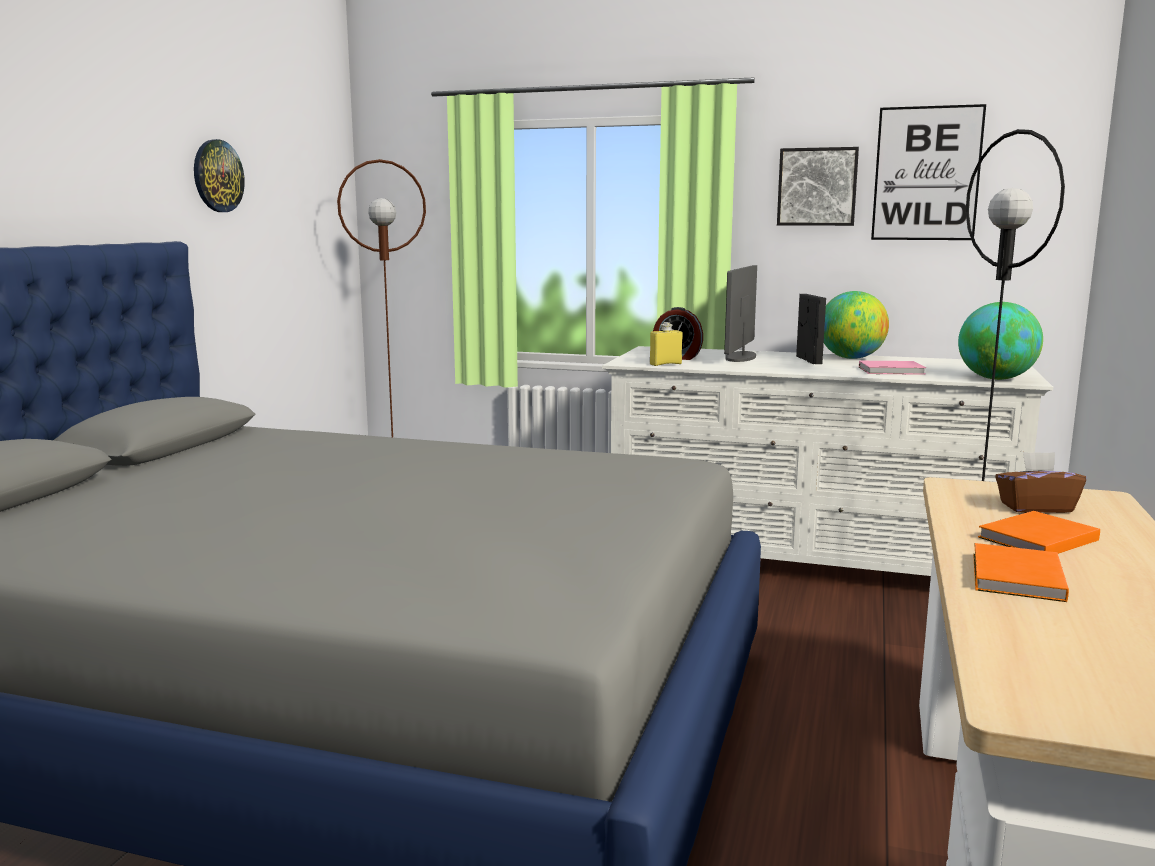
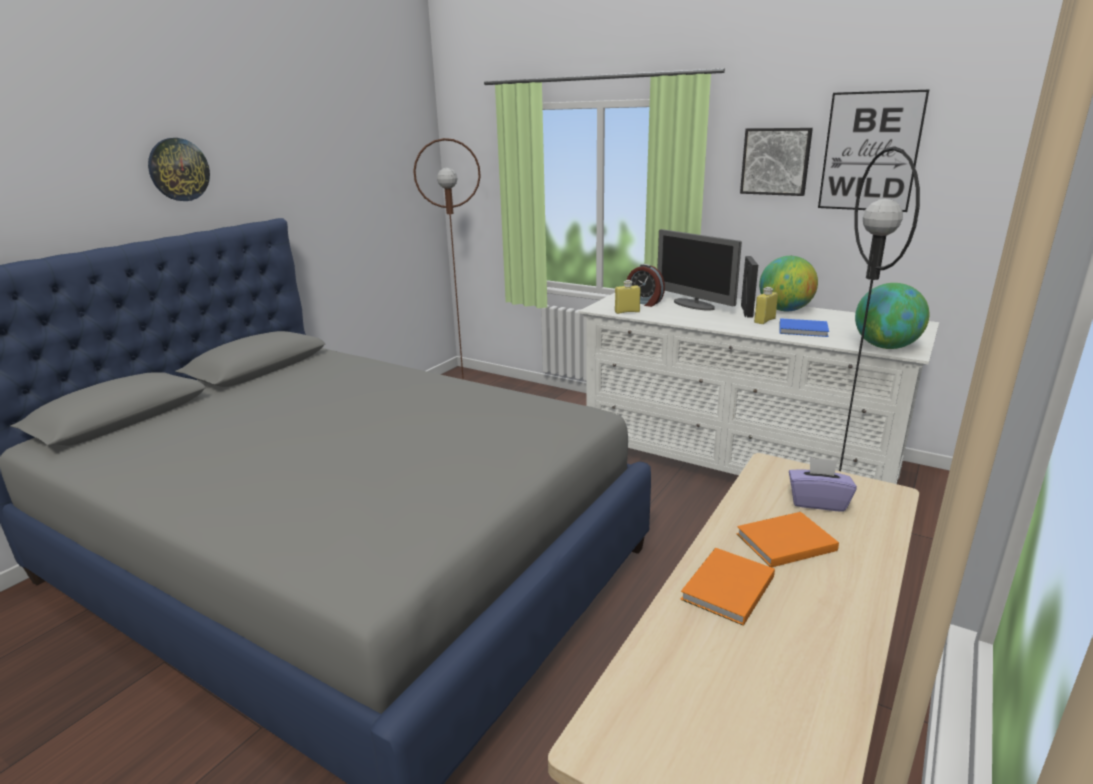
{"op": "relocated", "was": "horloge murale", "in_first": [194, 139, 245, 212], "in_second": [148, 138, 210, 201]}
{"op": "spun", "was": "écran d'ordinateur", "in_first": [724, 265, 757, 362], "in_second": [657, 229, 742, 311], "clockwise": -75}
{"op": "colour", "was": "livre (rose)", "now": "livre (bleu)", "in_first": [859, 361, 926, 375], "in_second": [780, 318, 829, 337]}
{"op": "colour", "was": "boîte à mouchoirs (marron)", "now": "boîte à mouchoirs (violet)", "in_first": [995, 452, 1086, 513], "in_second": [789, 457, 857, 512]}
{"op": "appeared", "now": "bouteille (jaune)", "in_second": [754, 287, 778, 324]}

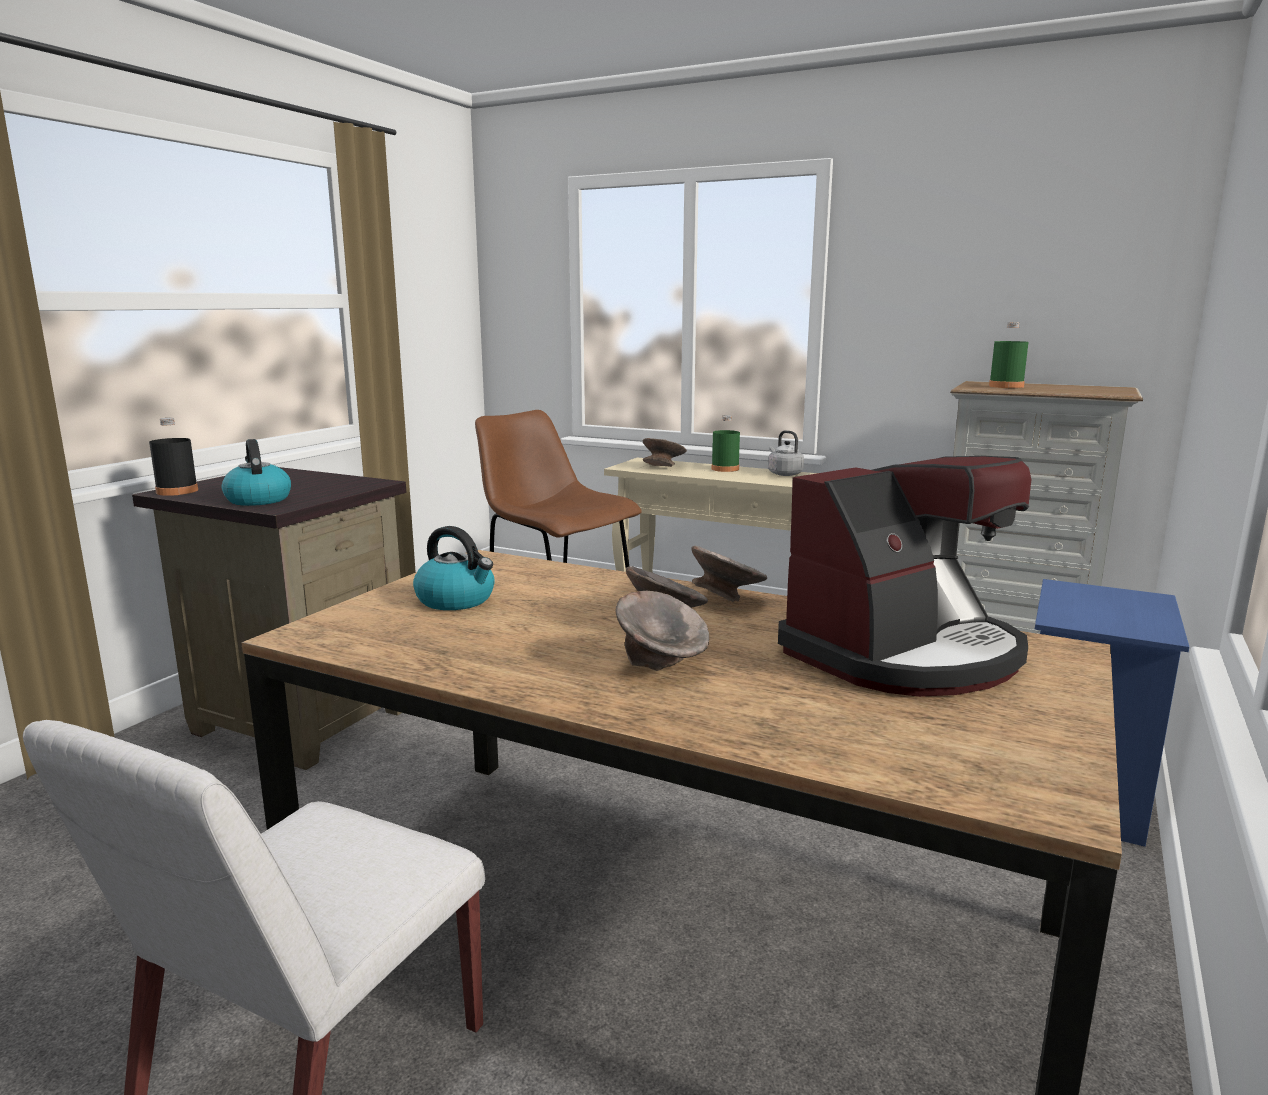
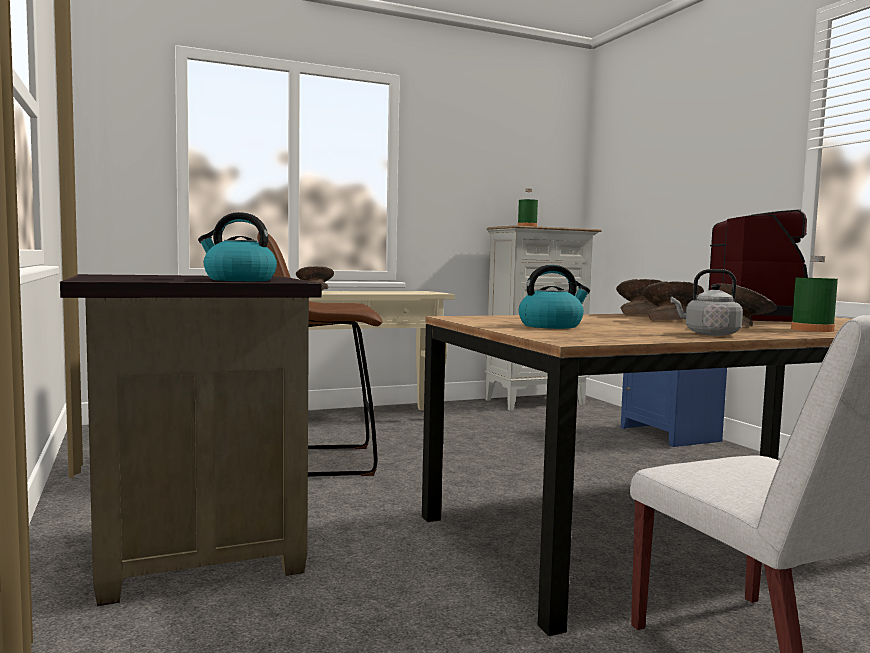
{"op": "relocated", "was": "bouteille (vert)", "in_first": [712, 415, 740, 472], "in_second": [791, 256, 838, 332]}
{"op": "missing", "was": "bouteille (noir)", "in_first": [149, 418, 198, 496]}
{"op": "relocated", "was": "bouilloire (gris)", "in_first": [768, 430, 804, 476], "in_second": [670, 269, 743, 336]}

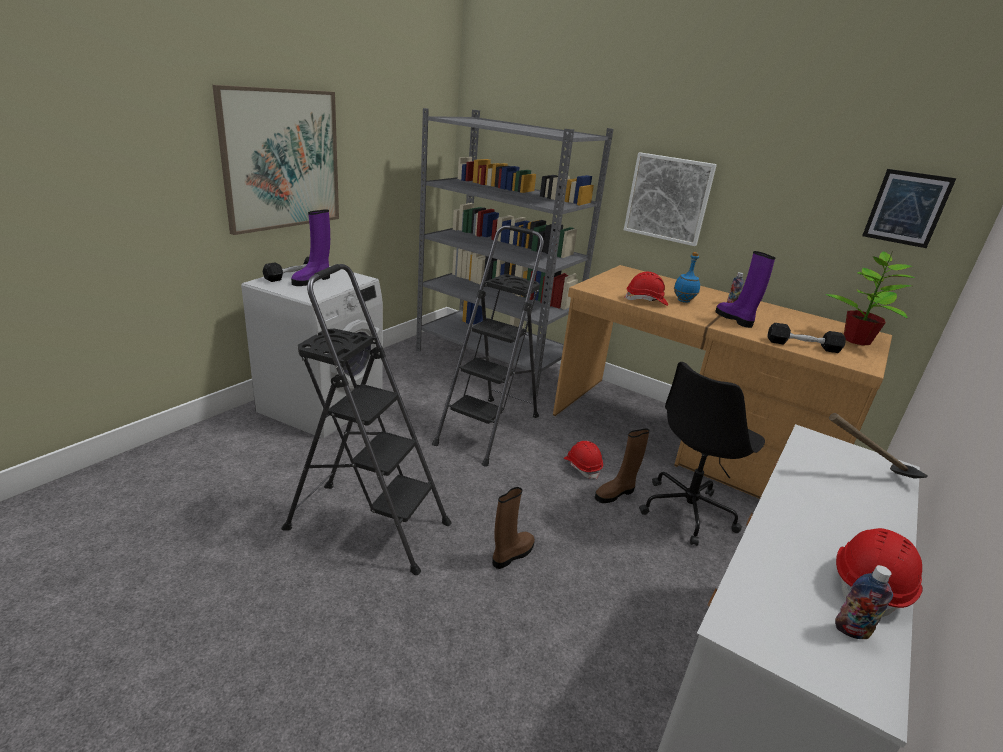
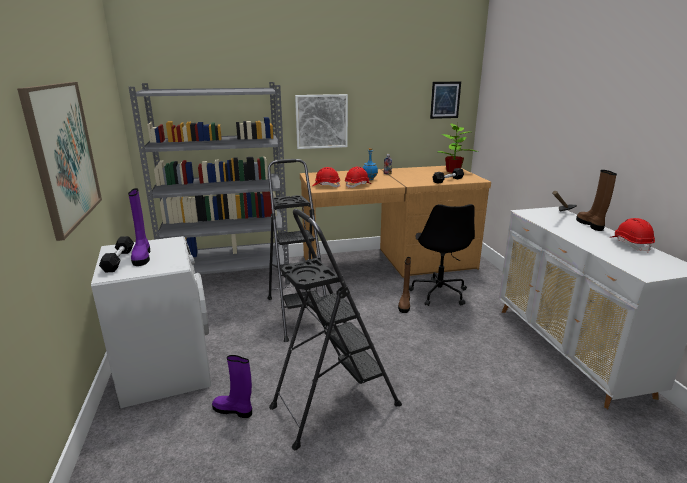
{"op": "relocated", "was": "botte (violet)", "in_first": [715, 251, 775, 328], "in_second": [212, 355, 252, 418]}
{"op": "relocated", "was": "casque de chantier (rouge)", "in_first": [564, 441, 603, 479], "in_second": [312, 167, 341, 187]}
{"op": "relocated", "was": "botte (marron)", "in_first": [492, 487, 535, 569], "in_second": [576, 170, 617, 231]}
{"op": "missing", "was": "bouteille", "in_first": [835, 565, 893, 639]}

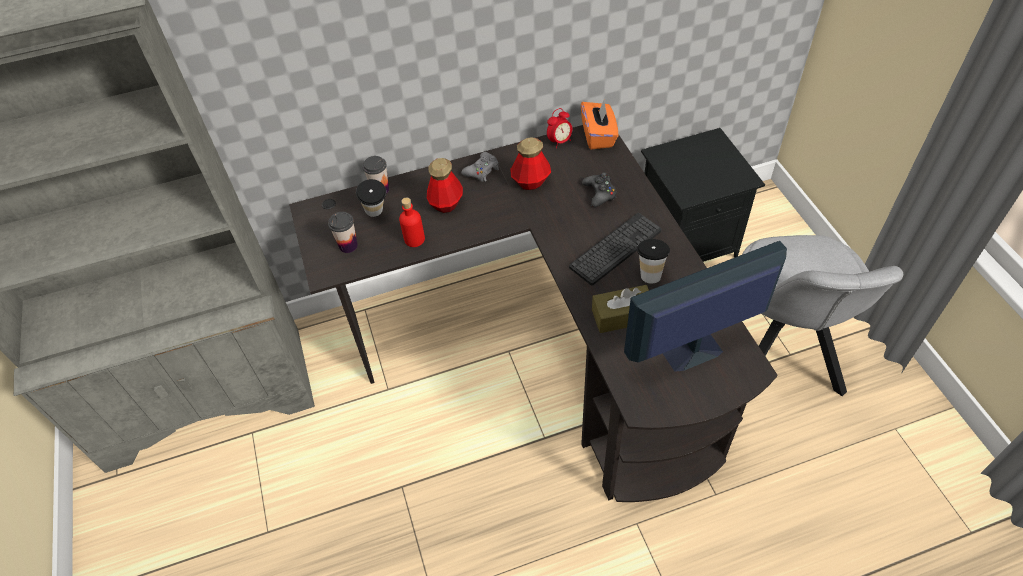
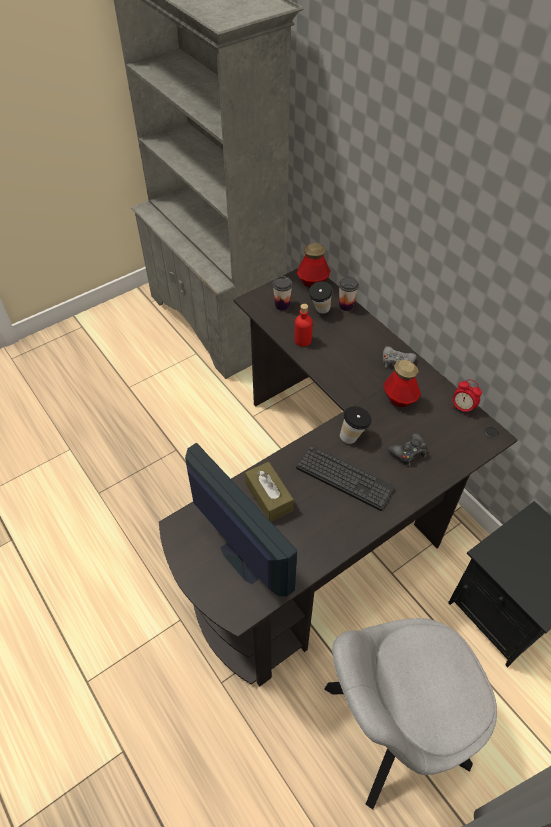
{"op": "missing", "was": "boîte à mouchoirs (orange)", "in_first": [581, 101, 618, 149]}
{"op": "relocated", "was": "bouteille", "in_first": [427, 158, 463, 213], "in_second": [297, 243, 330, 287]}
{"op": "relocated", "was": "tasse", "in_first": [637, 239, 670, 283], "in_second": [340, 406, 372, 444]}

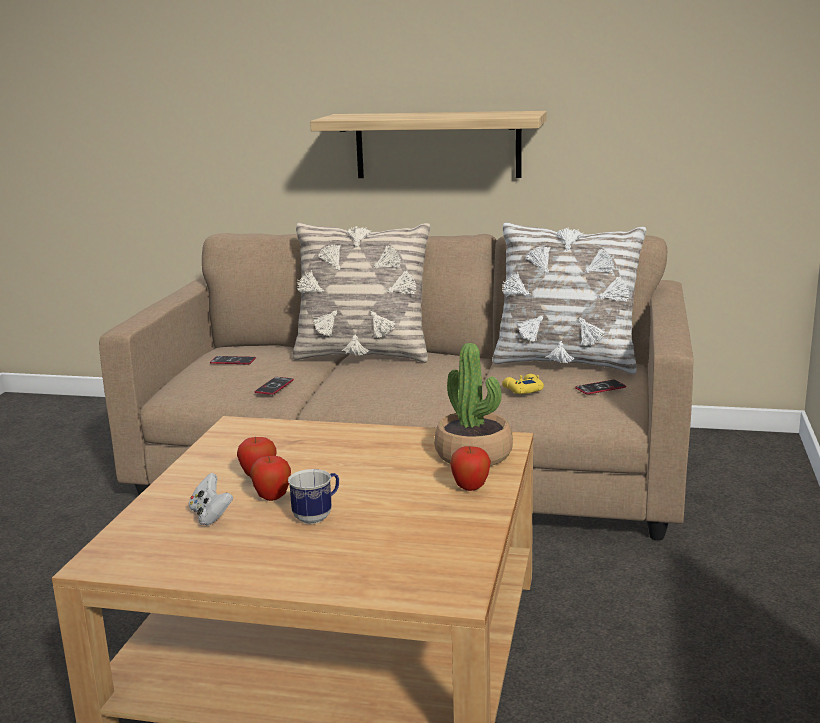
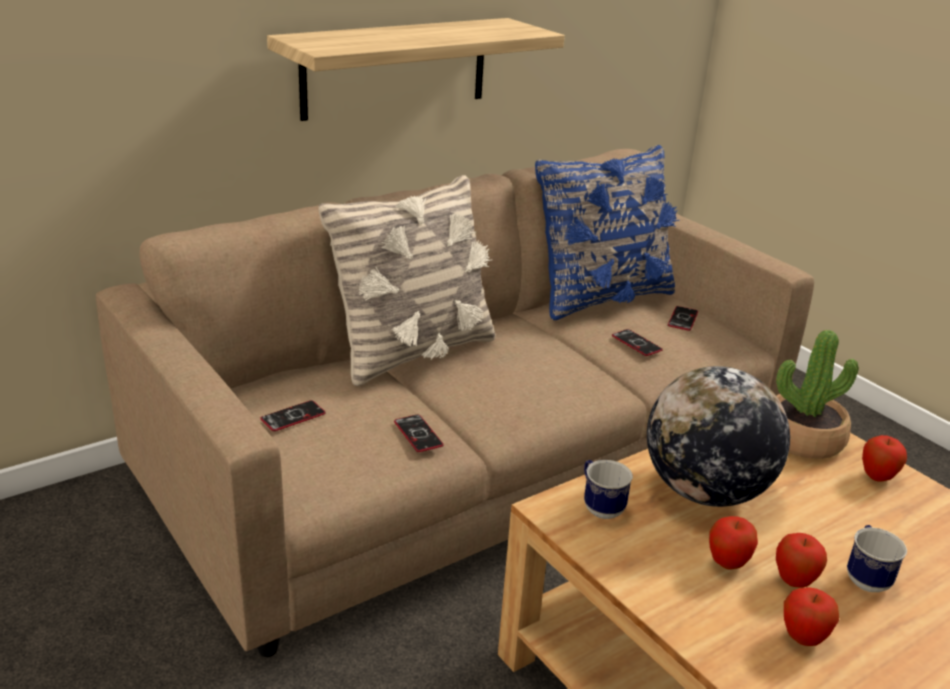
{"op": "colour", "was": "coussin (blanc)", "now": "coussin (bleu)", "in_first": [492, 222, 646, 374], "in_second": [535, 145, 680, 320]}
{"op": "exchanged", "was": "manette (jaune)", "now": "téléphone", "in_first": [502, 374, 544, 394], "in_second": [612, 329, 663, 356]}
{"op": "exchanged", "was": "manette (blanc)", "now": "pomme", "in_first": [189, 473, 233, 525], "in_second": [784, 588, 839, 646]}
{"op": "appeared", "now": "globe", "in_second": [647, 366, 790, 507]}
{"op": "appeared", "now": "mug", "in_second": [584, 460, 633, 519]}

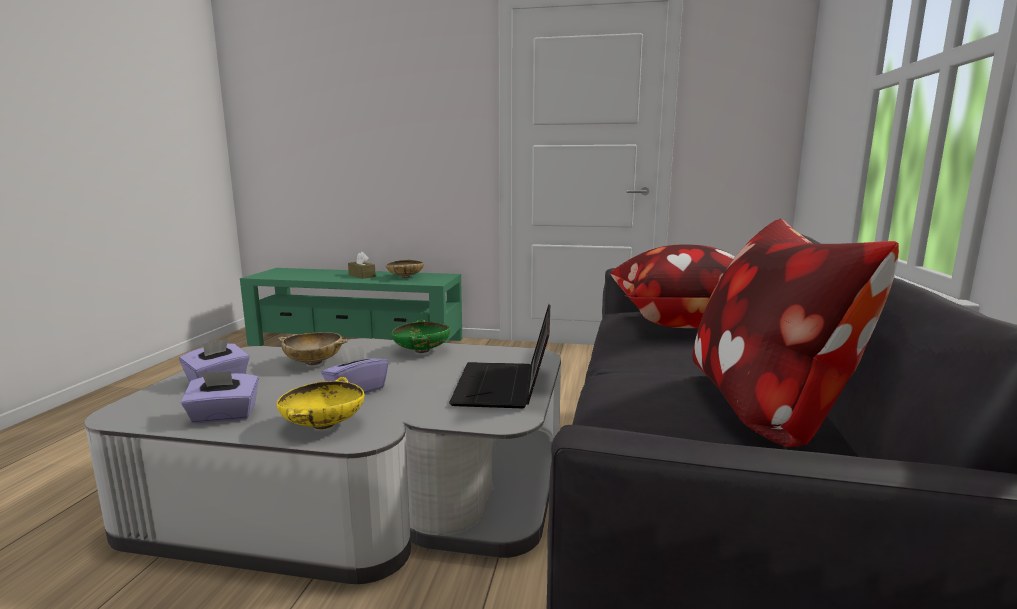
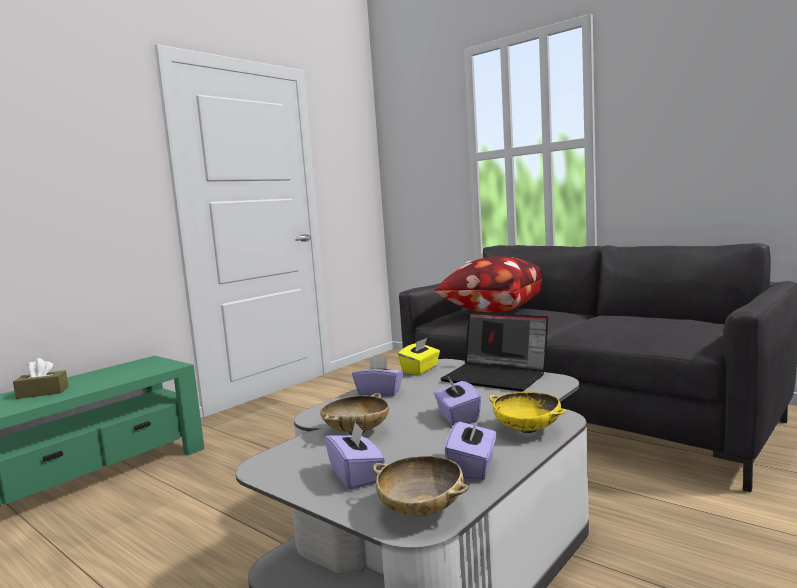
{"op": "missing", "was": "coussin", "in_first": [693, 219, 899, 447]}
{"op": "relocated", "was": "bol (beige)", "in_first": [386, 259, 424, 278], "in_second": [373, 456, 469, 516]}
{"op": "exchanged", "was": "bol (vert)", "now": "boîte à mouchoirs (violet)", "in_first": [391, 319, 450, 353], "in_second": [352, 357, 403, 396]}
{"op": "appeared", "now": "boîte à mouchoirs (jaune)", "in_second": [398, 338, 440, 375]}

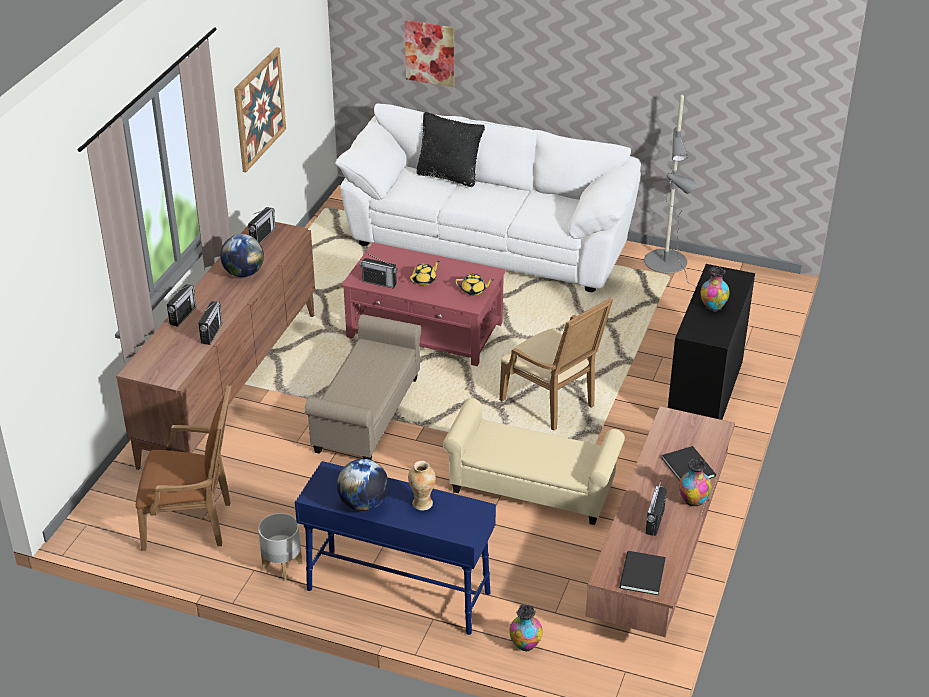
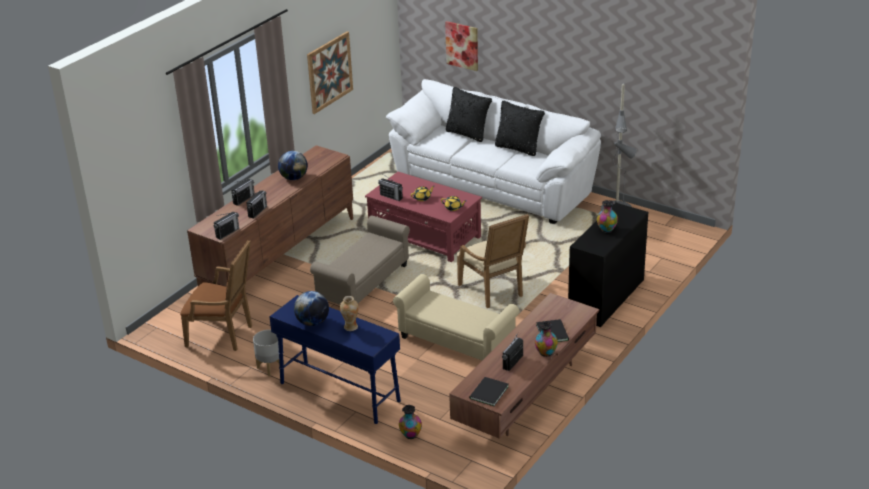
{"op": "relocated", "was": "radio", "in_first": [248, 207, 276, 243], "in_second": [214, 212, 239, 240]}
{"op": "appeared", "now": "coussin (noir)", "in_second": [495, 100, 545, 156]}

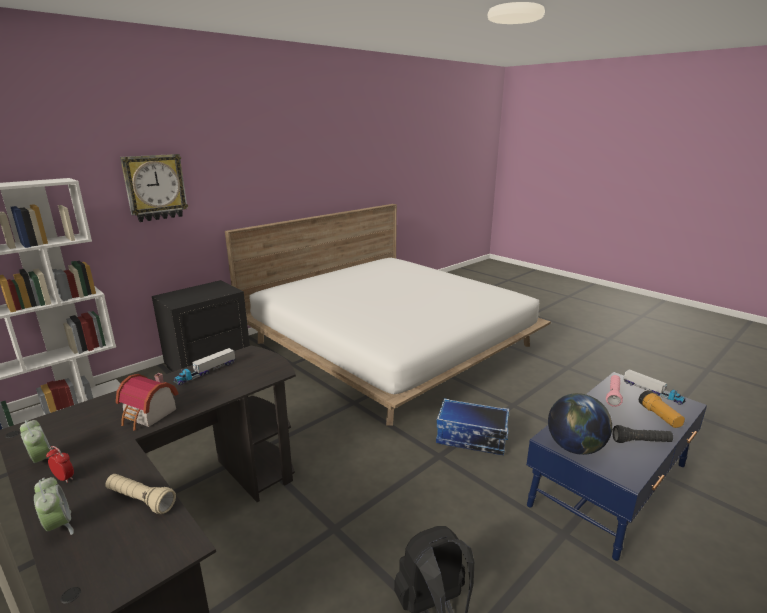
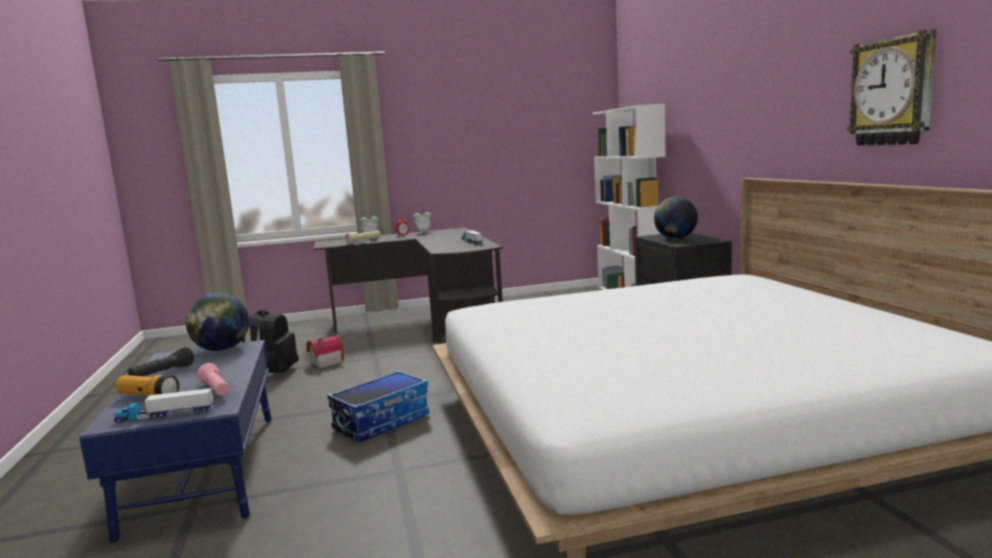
{"op": "relocated", "was": "horloge murale", "in_first": [120, 154, 188, 222], "in_second": [847, 29, 937, 146]}
{"op": "relocated", "was": "maison miniature", "in_first": [116, 373, 179, 431], "in_second": [306, 334, 344, 368]}
{"op": "appeared", "now": "globe", "in_second": [654, 197, 698, 239]}

